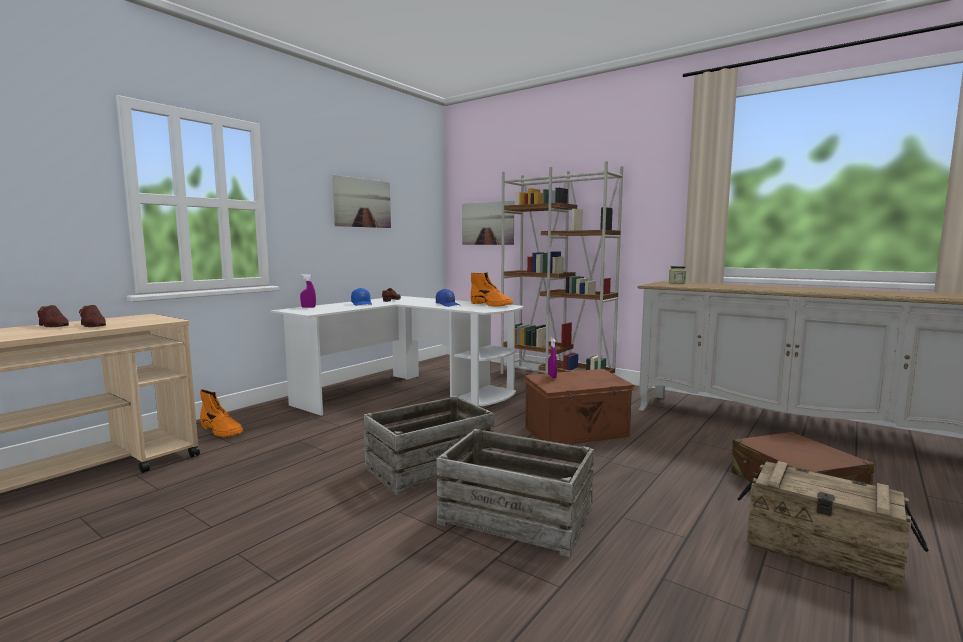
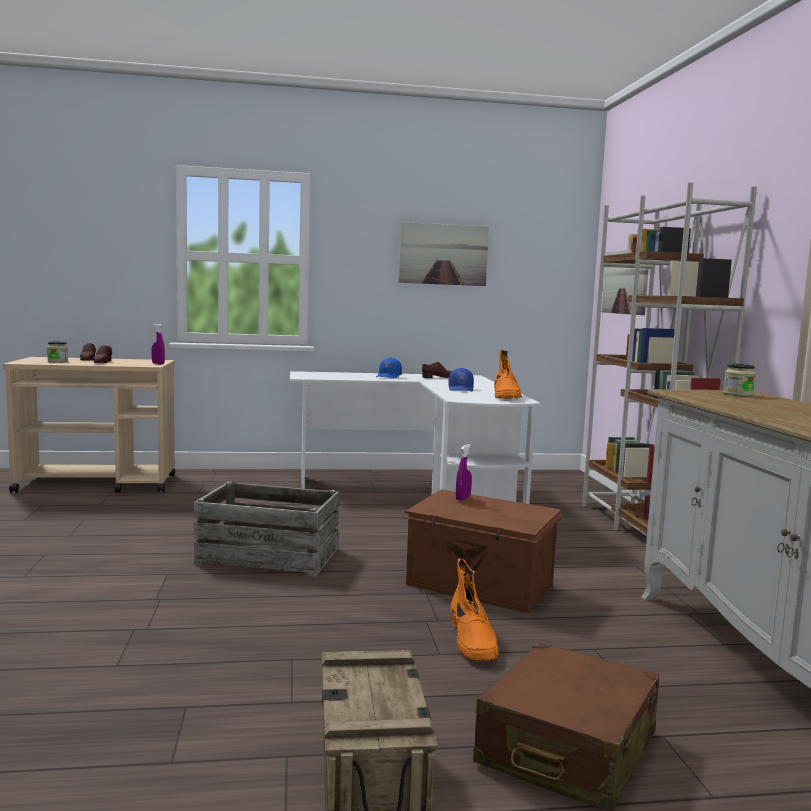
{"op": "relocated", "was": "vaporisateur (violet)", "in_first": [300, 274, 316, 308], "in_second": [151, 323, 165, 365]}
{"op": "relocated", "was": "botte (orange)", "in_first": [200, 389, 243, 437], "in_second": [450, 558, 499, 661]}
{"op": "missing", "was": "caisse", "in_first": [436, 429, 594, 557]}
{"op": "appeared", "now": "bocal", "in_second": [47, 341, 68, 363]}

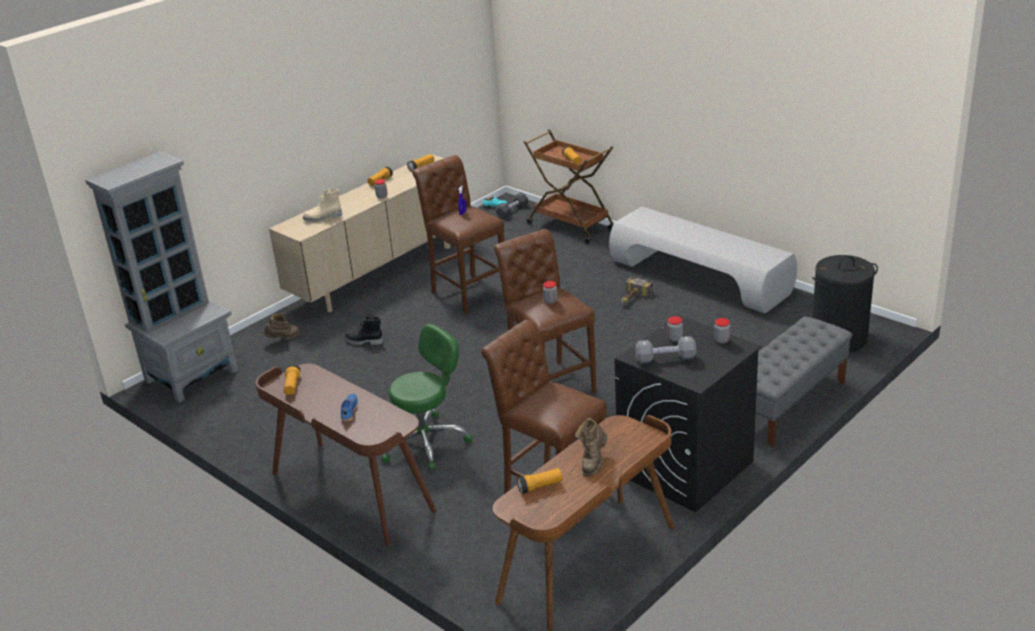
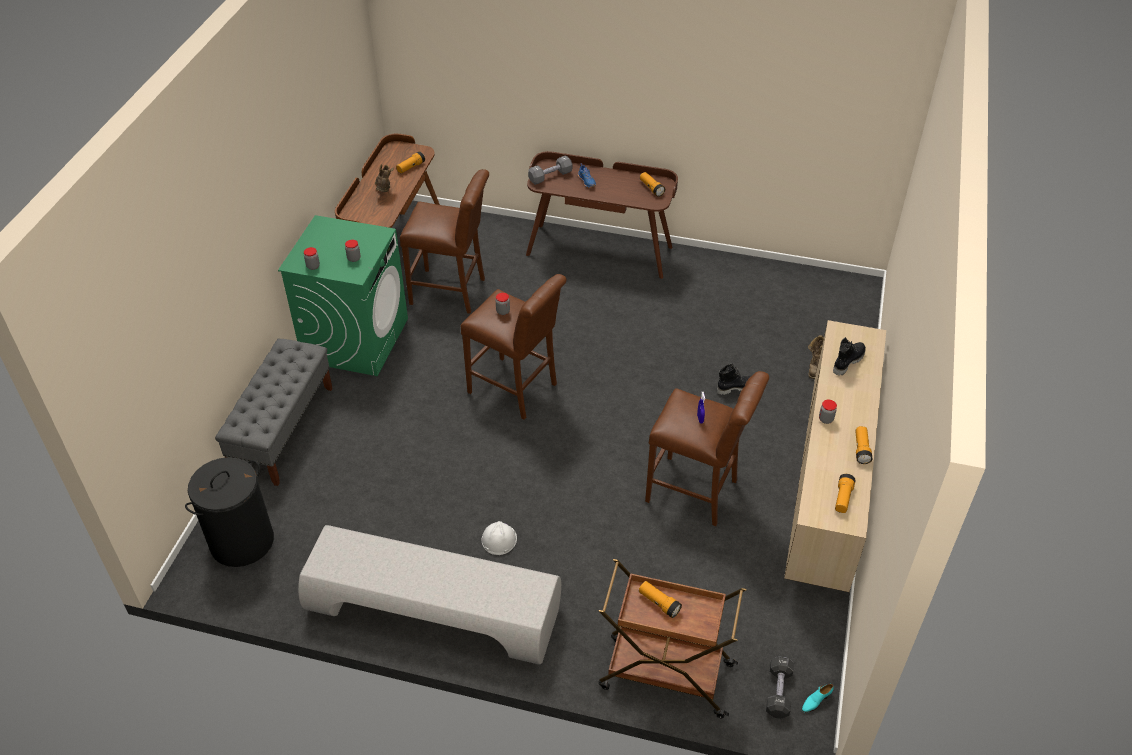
{"op": "missing", "was": "meuble de rangement (gris)", "in_first": [85, 151, 238, 403]}
{"op": "colour", "was": "botte (beige)", "now": "botte (noir)", "in_first": [303, 189, 342, 222], "in_second": [833, 337, 866, 376]}
{"op": "exchanged", "was": "marteau", "now": "casque de chantier (blanc)", "in_first": [620, 277, 653, 304], "in_second": [481, 521, 517, 555]}
{"op": "colour", "was": "lave-linge (noir)", "now": "lave-linge (vert)", "in_first": [615, 315, 762, 512], "in_second": [278, 215, 408, 376]}
{"op": "missing", "was": "chaise de bureau (vert)", "in_first": [381, 324, 472, 470]}
{"op": "relocated", "was": "haltère (gris)", "in_first": [635, 336, 696, 364], "in_second": [528, 155, 572, 185]}

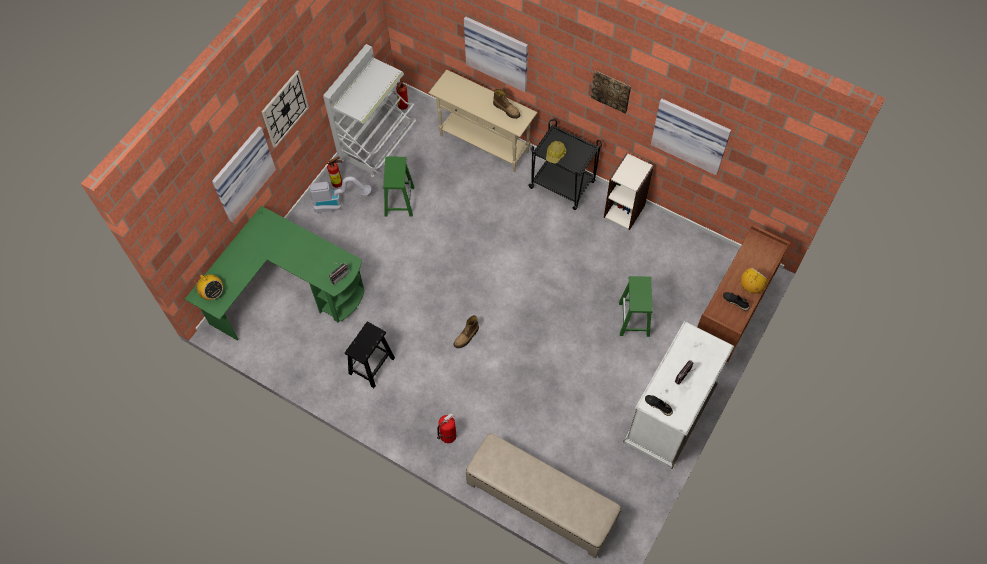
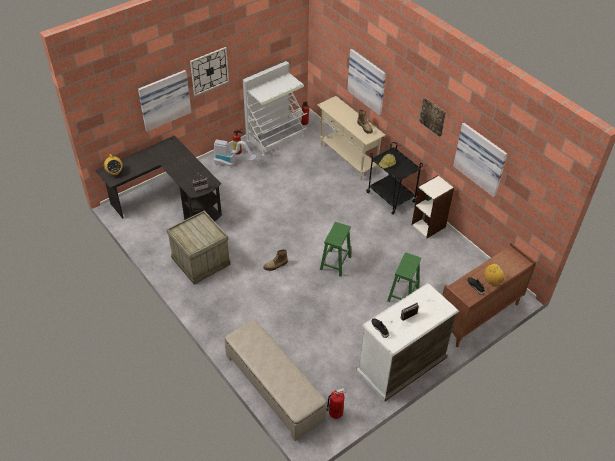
{"op": "relocated", "was": "tabouret (vert)", "in_first": [383, 157, 414, 217], "in_second": [320, 222, 351, 277]}
{"op": "colour", "was": "bureau (vert)", "now": "bureau (noir)", "in_first": [185, 206, 365, 341], "in_second": [96, 136, 222, 221]}
{"op": "exchanged", "was": "tabouret (noir)", "now": "caisse", "in_first": [345, 322, 395, 388], "in_second": [167, 211, 231, 284]}
{"op": "relocated", "was": "extincteur", "in_first": [437, 413, 456, 443], "in_second": [327, 388, 346, 419]}

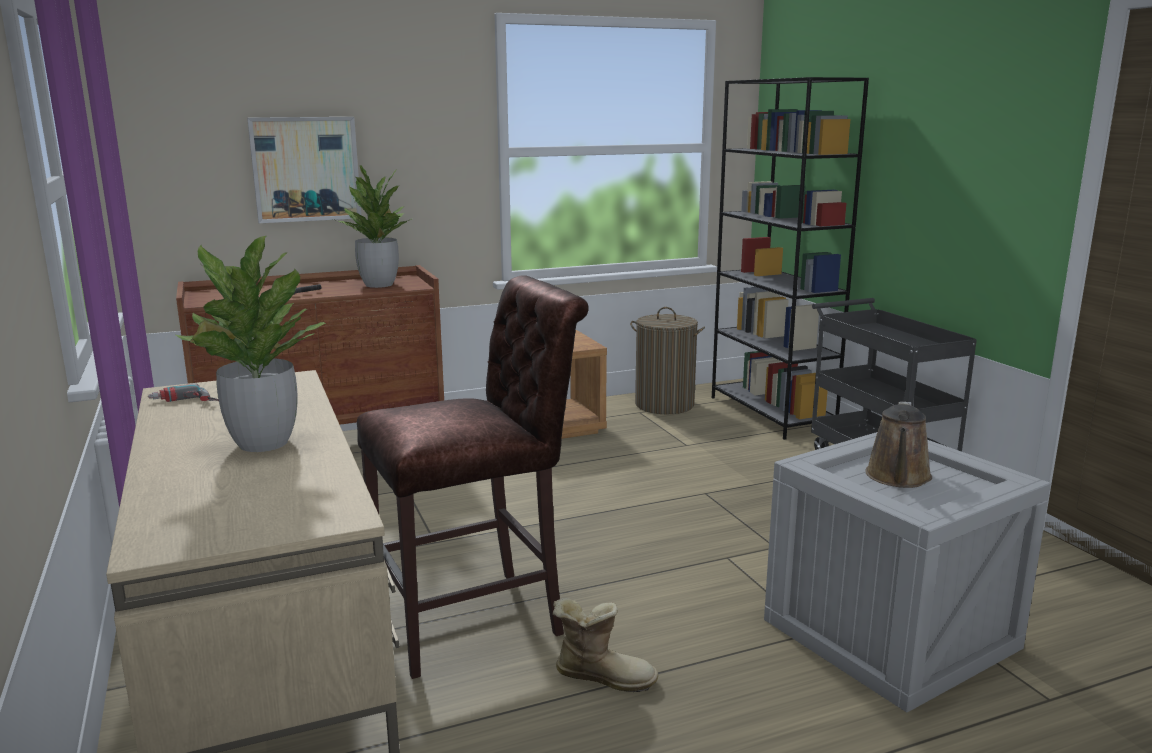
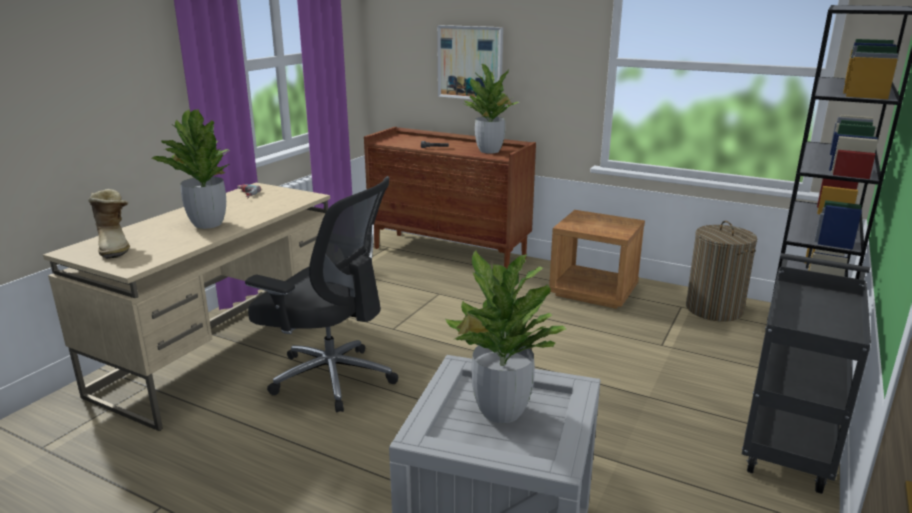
{"op": "exchanged", "was": "tabouret (marron)", "now": "chaise de bureau", "in_first": [357, 275, 589, 679], "in_second": [245, 176, 398, 412]}
{"op": "exchanged", "was": "arrosoir (marron)", "now": "plante en pot", "in_first": [865, 401, 932, 488], "in_second": [445, 250, 567, 423]}
{"op": "relocated", "was": "botte", "in_first": [553, 598, 658, 692], "in_second": [89, 189, 130, 259]}

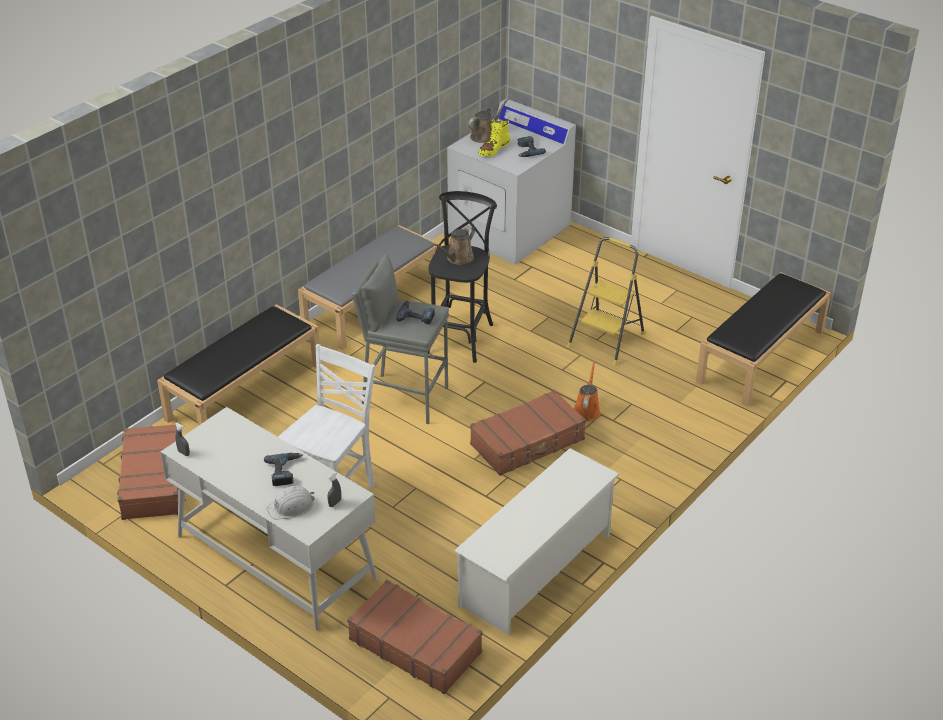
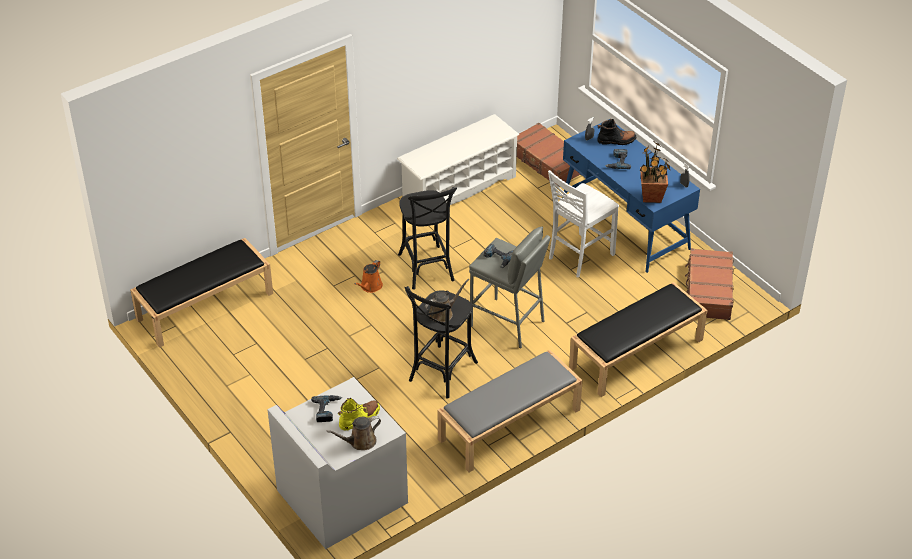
{"op": "missing", "was": "escabeau (jaune)", "in_first": [566, 237, 646, 366]}
{"op": "exchanged", "was": "valise (marron)", "now": "tabouret (noir)", "in_first": [470, 390, 586, 476], "in_second": [398, 187, 457, 290]}
{"op": "colour", "was": "bureau (blanc)", "now": "bureau (bleu)", "in_first": [160, 407, 377, 631], "in_second": [562, 119, 700, 273]}
{"op": "exchanged", "was": "casque de chantier (blanc)", "now": "botte (noir)", "in_first": [267, 486, 315, 519], "in_second": [597, 119, 636, 145]}
{"op": "appeared", "now": "plante en pot", "in_second": [640, 142, 671, 203]}

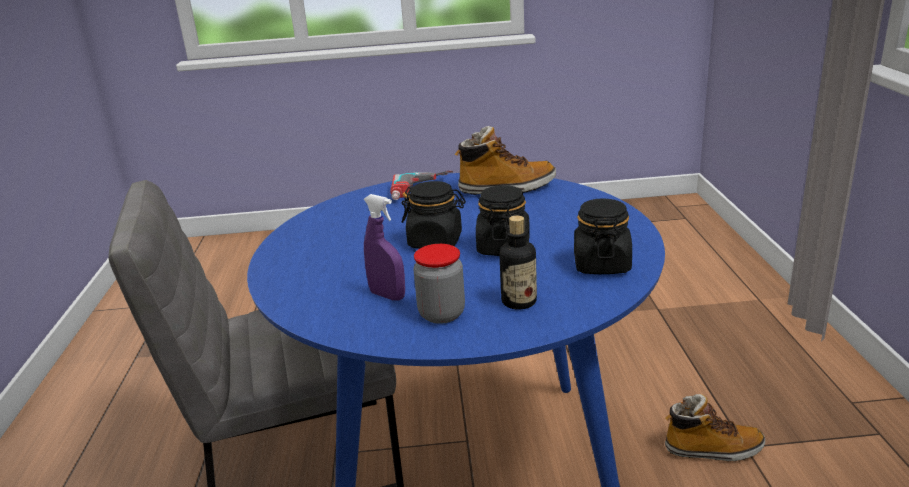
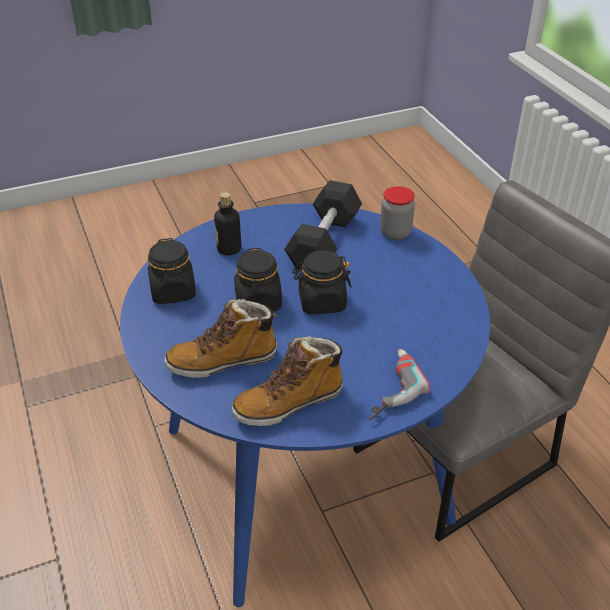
{"op": "exchanged", "was": "vaporisateur (violet)", "now": "haltère (noir)", "in_first": [364, 194, 405, 301], "in_second": [284, 180, 362, 270]}
{"op": "relocated", "was": "bocal", "in_first": [413, 244, 465, 324], "in_second": [380, 186, 415, 240]}
{"op": "relocated", "was": "botte", "in_first": [665, 394, 765, 462], "in_second": [165, 299, 278, 378]}

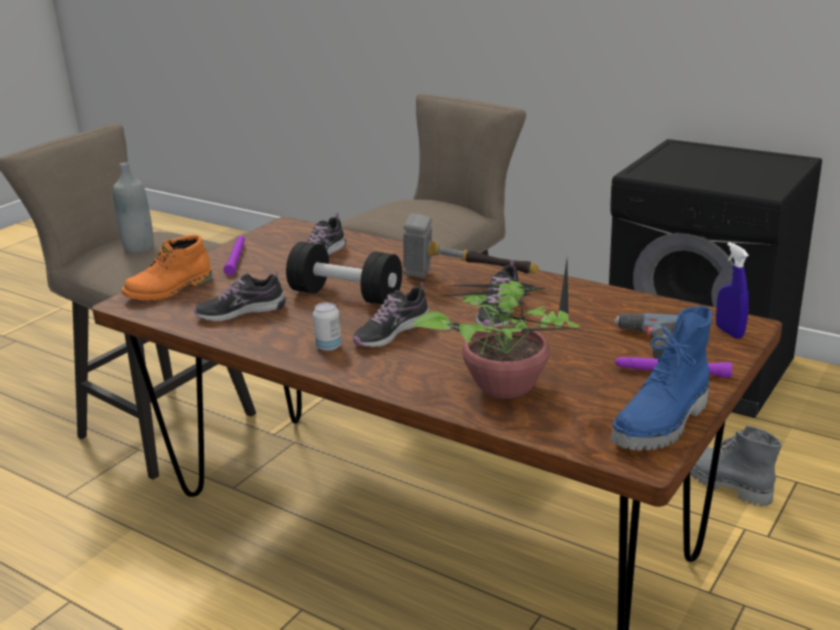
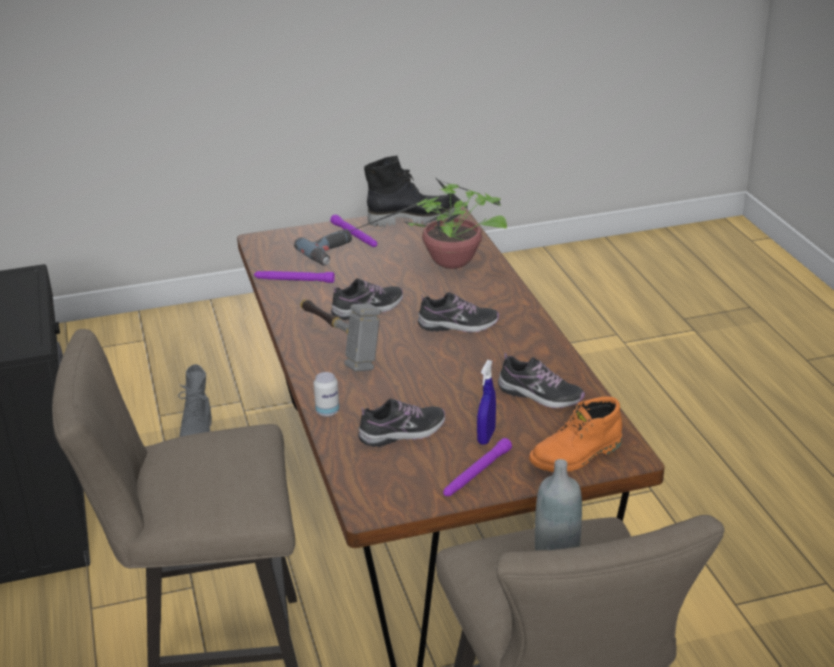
{"op": "spun", "was": "botte (orange)", "in_first": [122, 235, 212, 300], "in_second": [529, 396, 622, 472], "clockwise": 150}
{"op": "missing", "was": "haltère (noir)", "in_first": [286, 242, 402, 304]}
{"op": "relocated", "was": "vaporisateur (bleu)", "in_first": [716, 242, 749, 339], "in_second": [477, 360, 496, 445]}
{"op": "relocated", "was": "boîte métallique", "in_first": [313, 302, 342, 351], "in_second": [313, 372, 339, 417]}
{"op": "colour", "was": "botte (bleu)", "now": "botte (noir)", "in_first": [611, 306, 712, 451], "in_second": [364, 155, 455, 227]}
{"op": "appeared", "now": "lampe de poche (violet)", "in_second": [254, 271, 335, 283]}

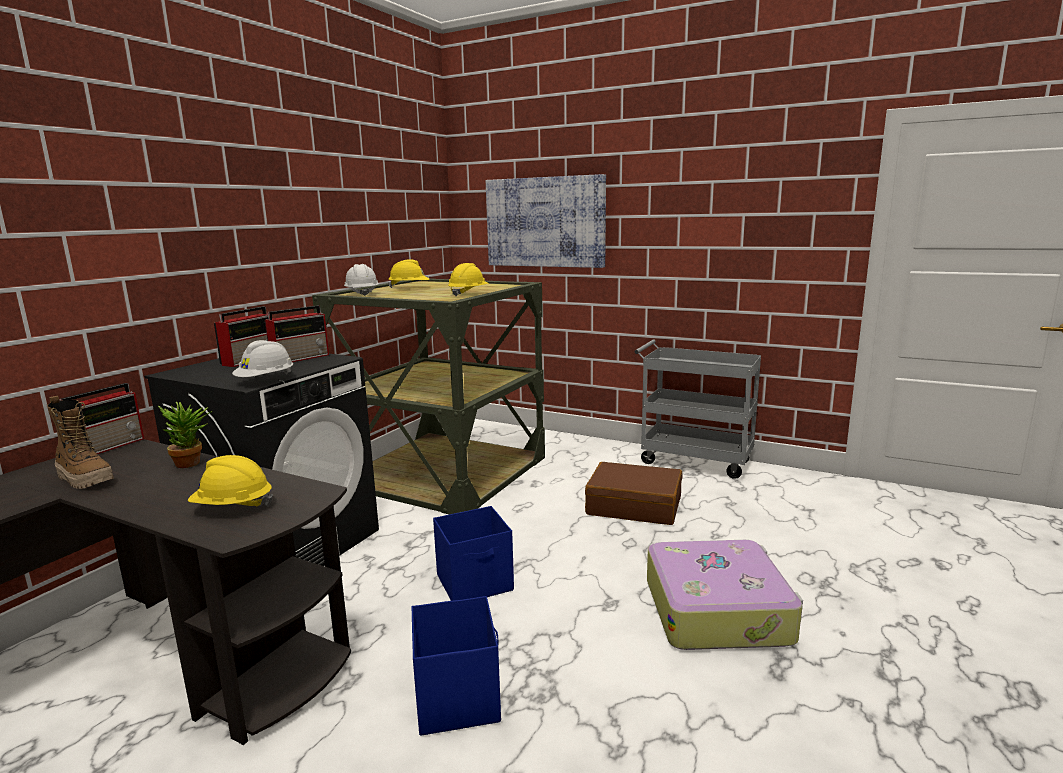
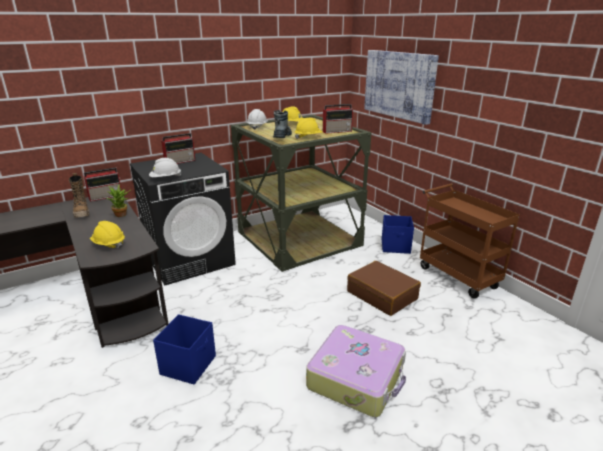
{"op": "relocated", "was": "radio", "in_first": [265, 305, 329, 362], "in_second": [323, 104, 353, 134]}
{"op": "colour", "was": "chariot (gris)", "now": "chariot (marron)", "in_first": [634, 339, 761, 479], "in_second": [420, 183, 520, 298]}
{"op": "relocated", "was": "boîte de rangement (bleu)", "in_first": [433, 506, 514, 601], "in_second": [382, 215, 414, 254]}
{"op": "appeared", "now": "botte", "in_second": [273, 110, 292, 138]}

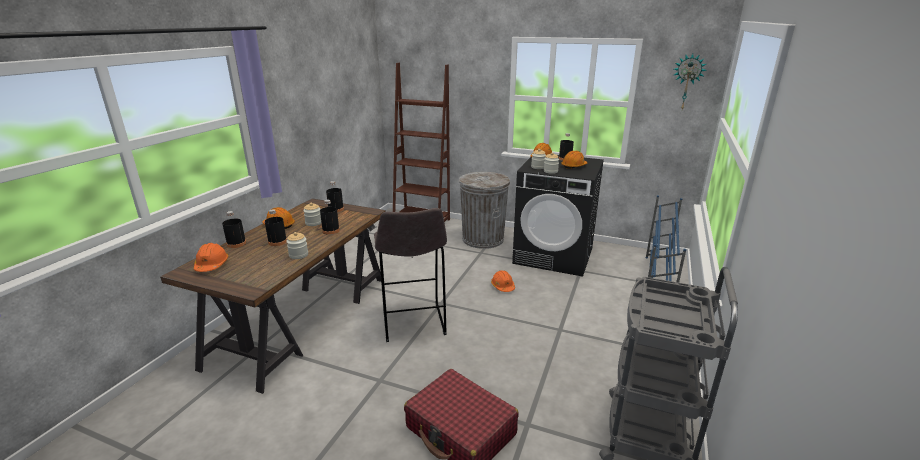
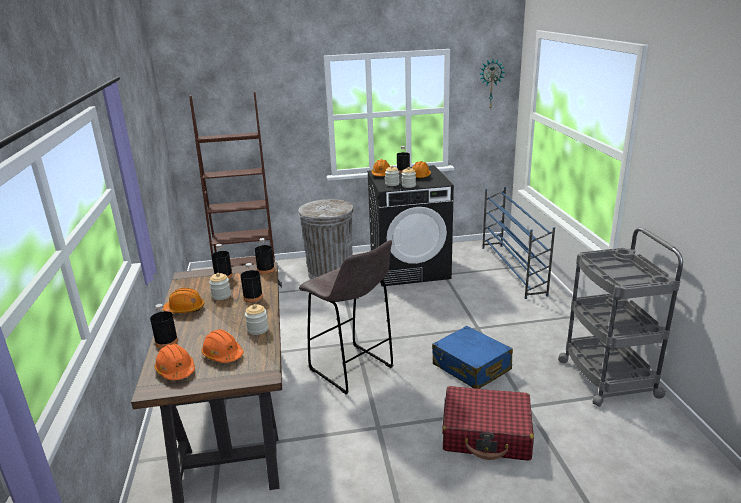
{"op": "relocated", "was": "bouteille (noir)", "in_first": [265, 209, 287, 246], "in_second": [255, 238, 275, 274]}
{"op": "relocated", "was": "casque de chantier (orange)", "in_first": [491, 270, 515, 292], "in_second": [201, 329, 244, 363]}
{"op": "appeared", "now": "valise (bleu)", "in_second": [432, 326, 513, 389]}

